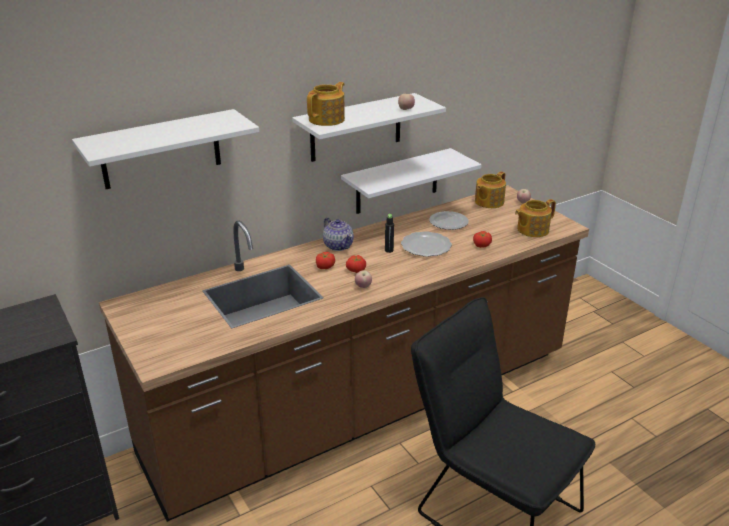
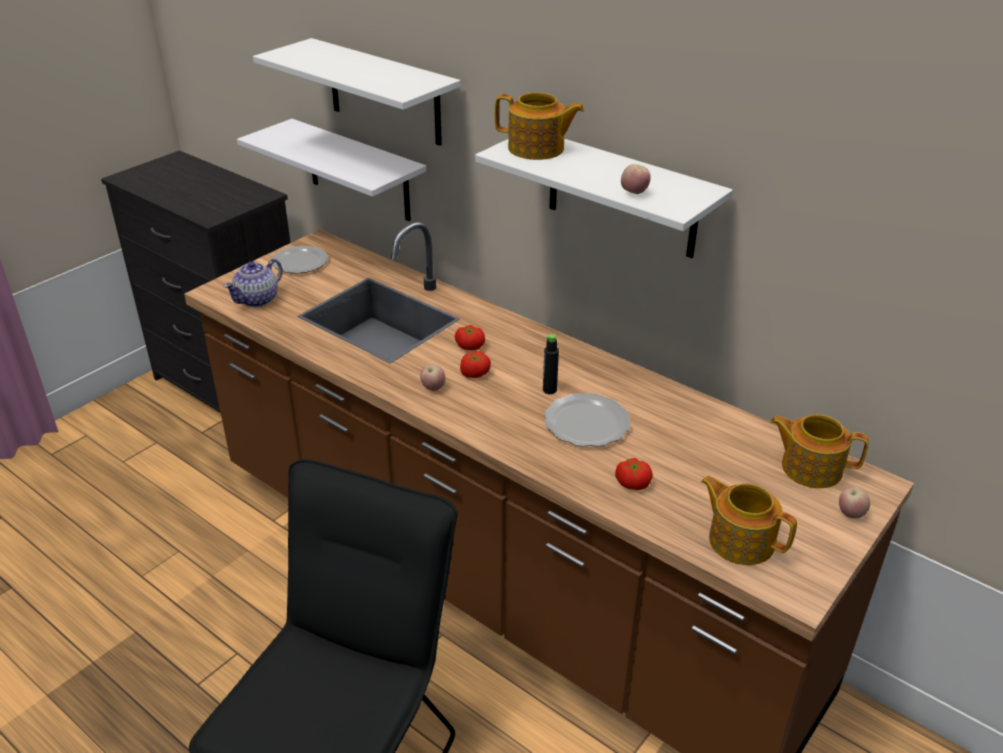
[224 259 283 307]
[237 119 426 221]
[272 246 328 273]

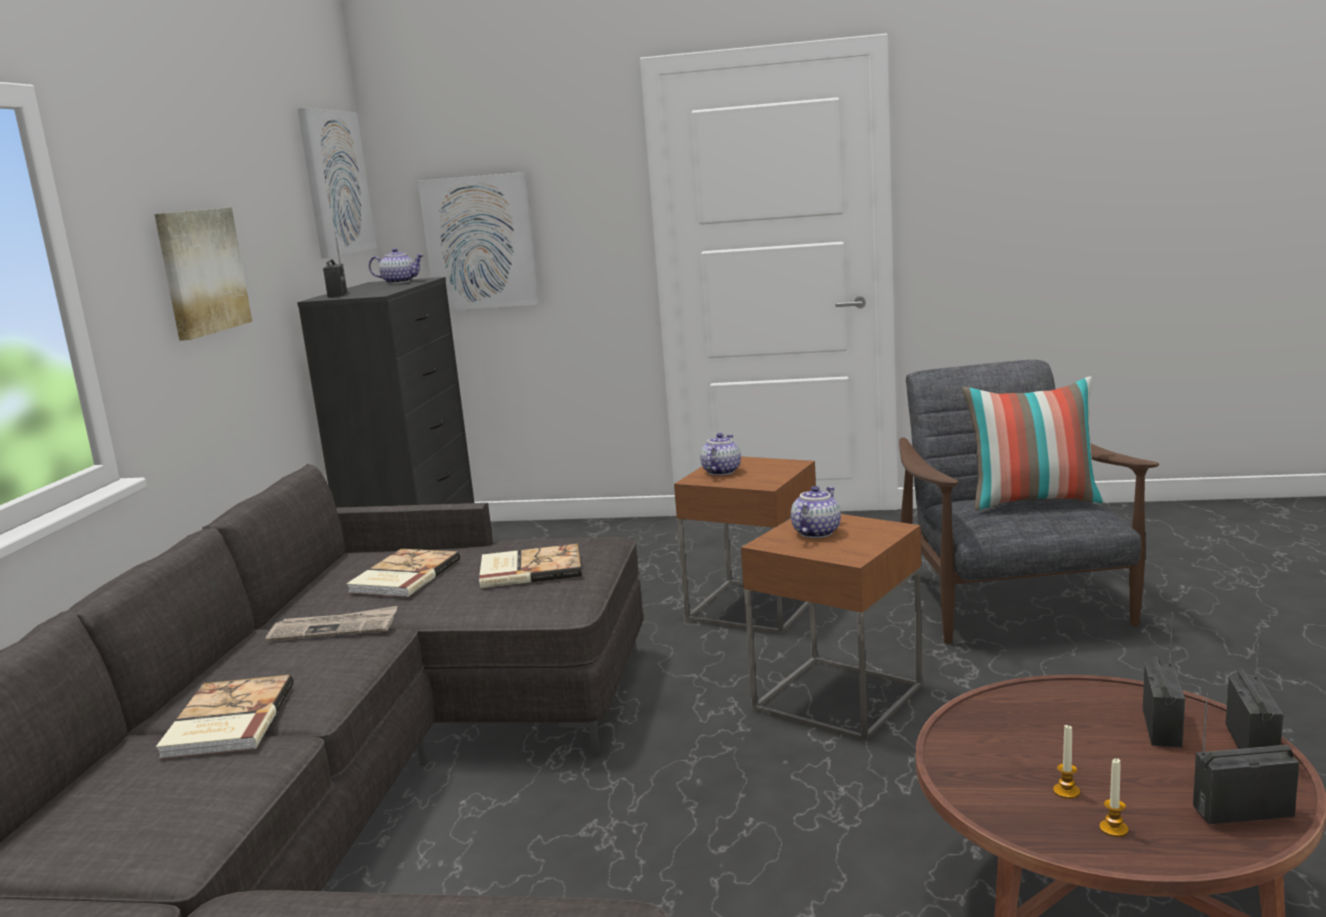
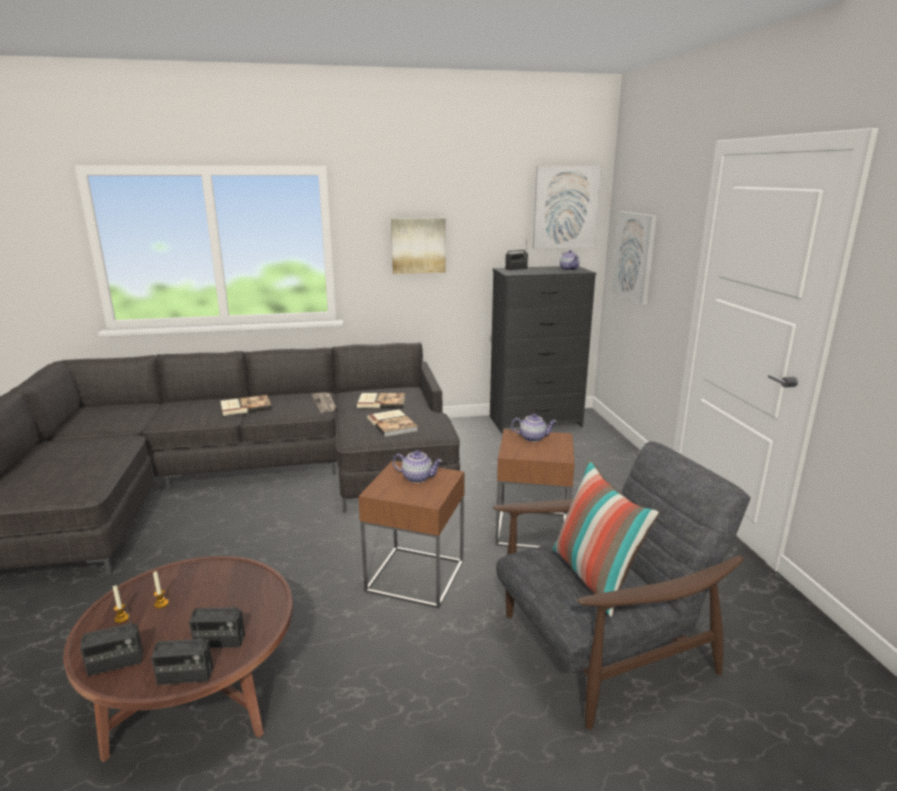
[80 603 143 676]

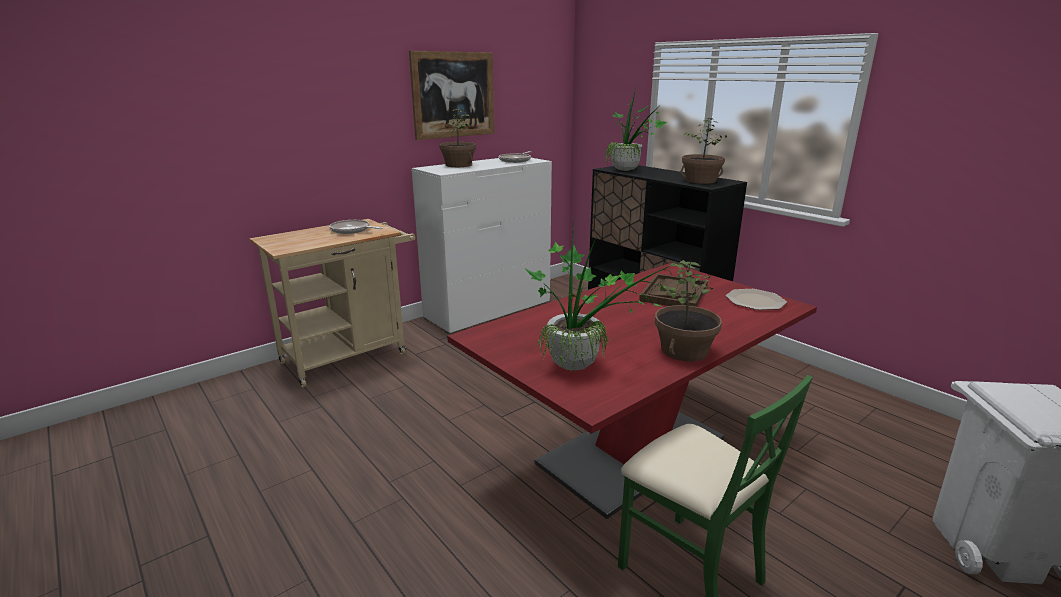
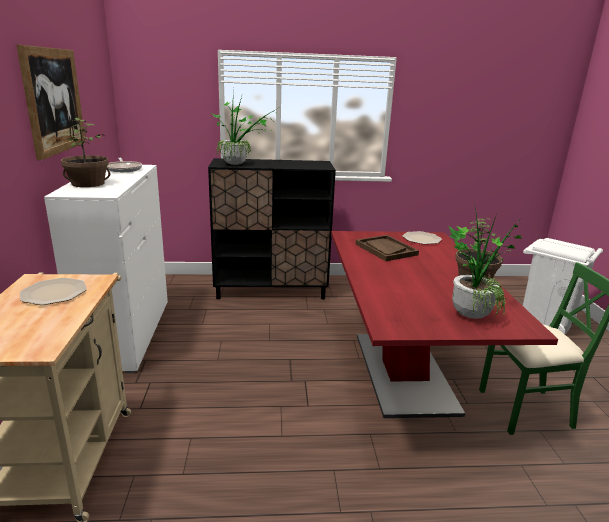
[680 118 727 184] (first image)
[20 278 87 305]

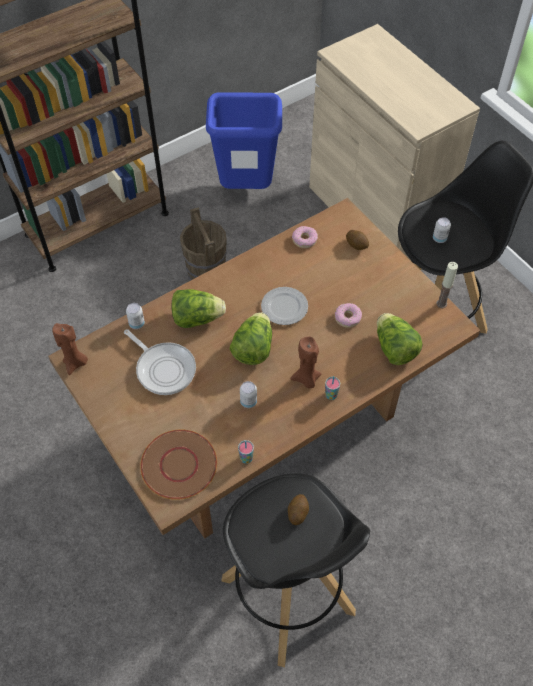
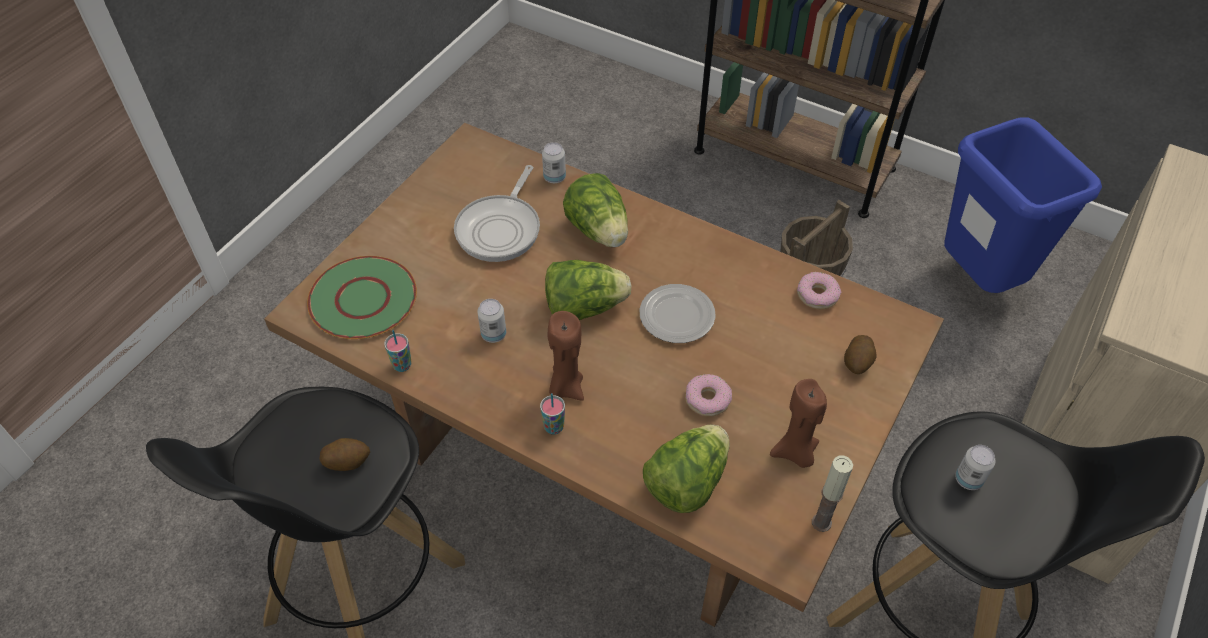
[770 379 827 468]
[307 256 417 339]

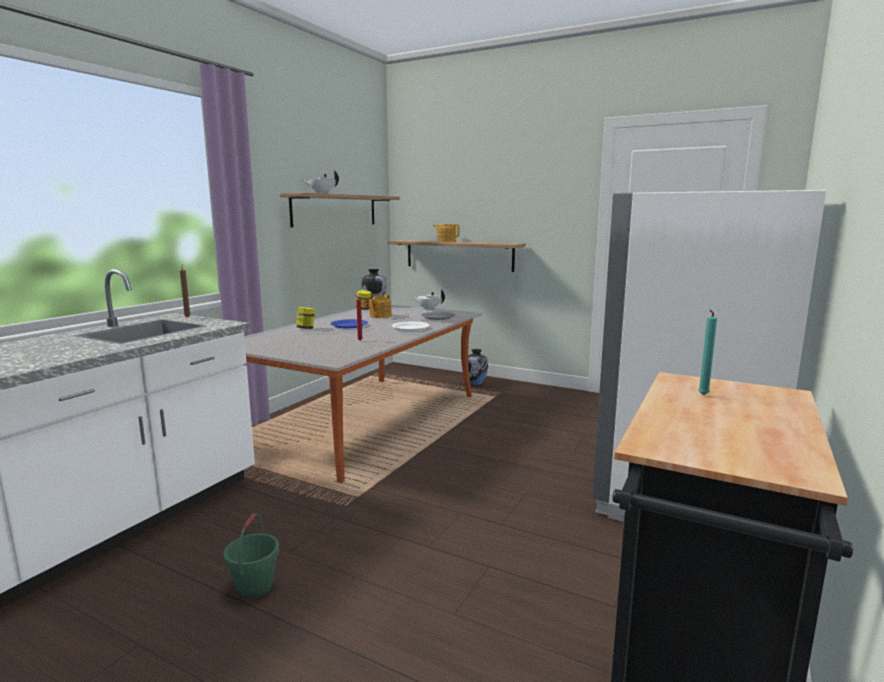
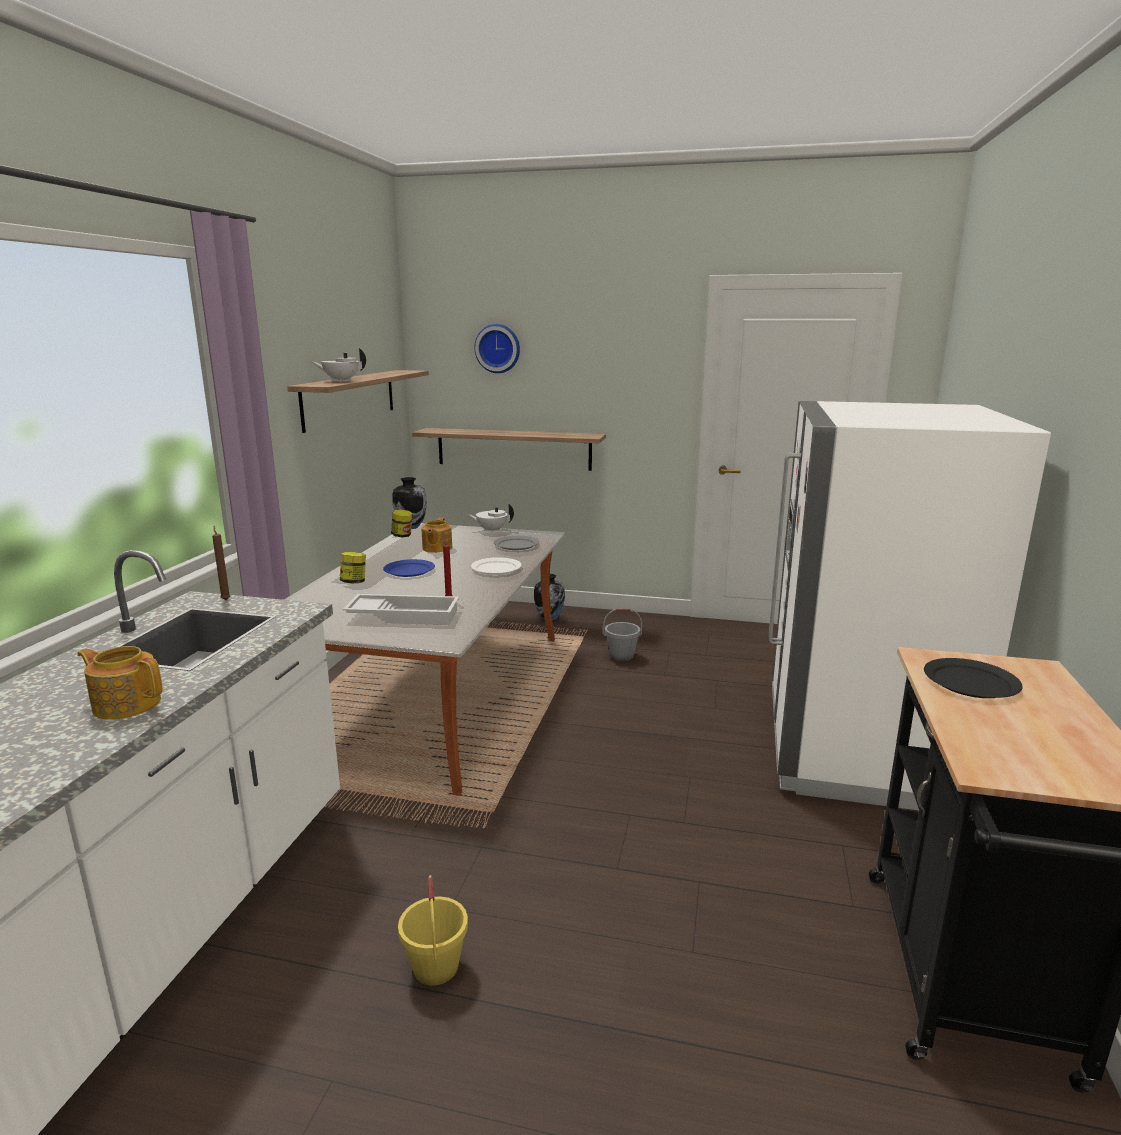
[343 594 459 625]
[475 324 520 373]
[603 609 642 661]
[77 646 163 720]
[924 658 1023 698]
[398 875 468 986]

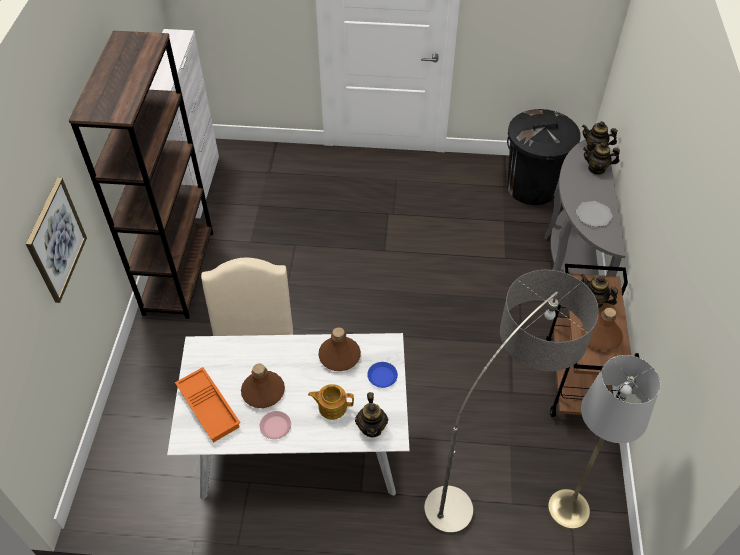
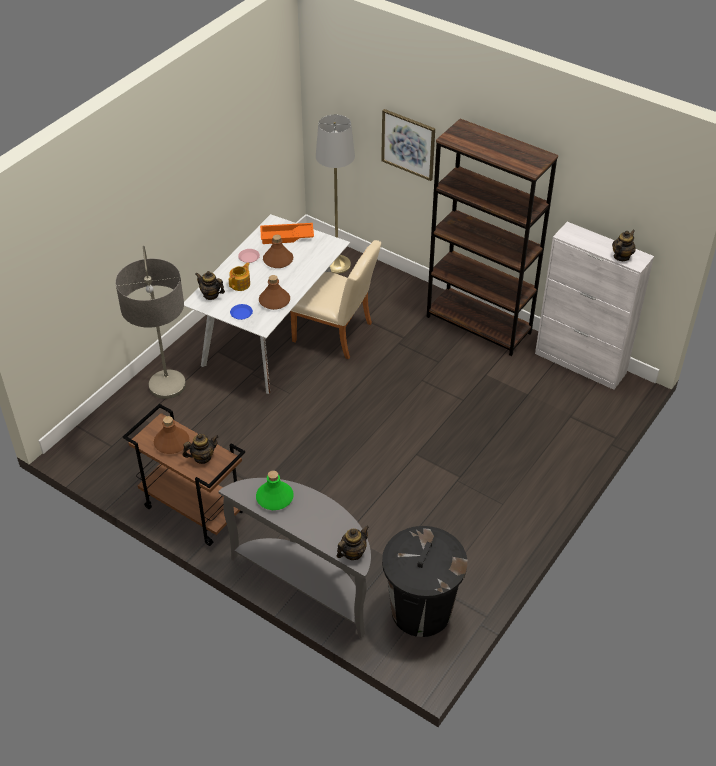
[316 114 355 274]
[612 230 636 261]
[256 470 294 510]

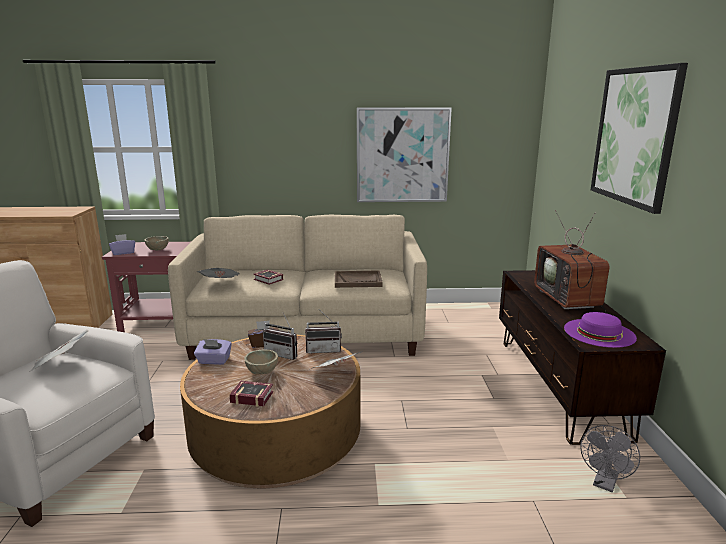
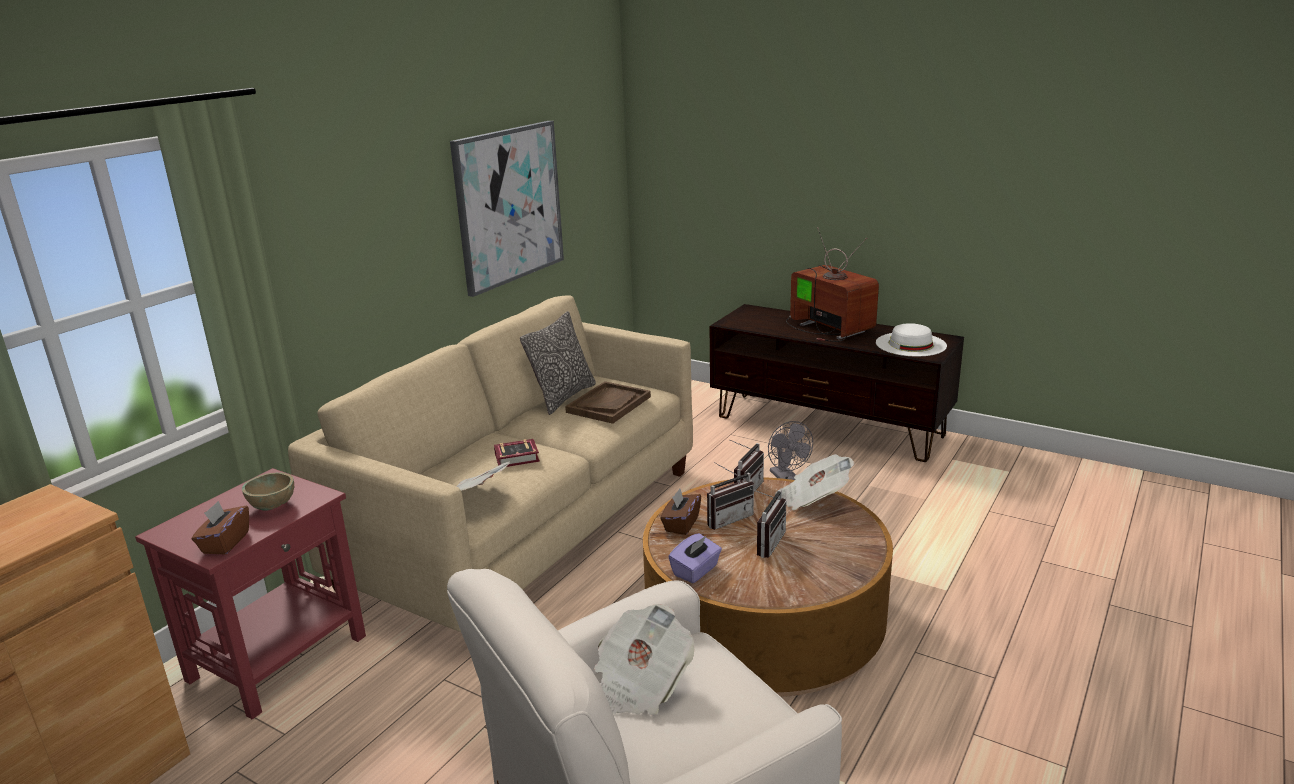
[229 381 273 406] (first image)
[591 63 688 214] (first image)
[520 311 596 415]
[768 421 813 480]
[750 488 786 558]
[192 501 249 555]
[876 323 947 356]
[786 227 879 342]

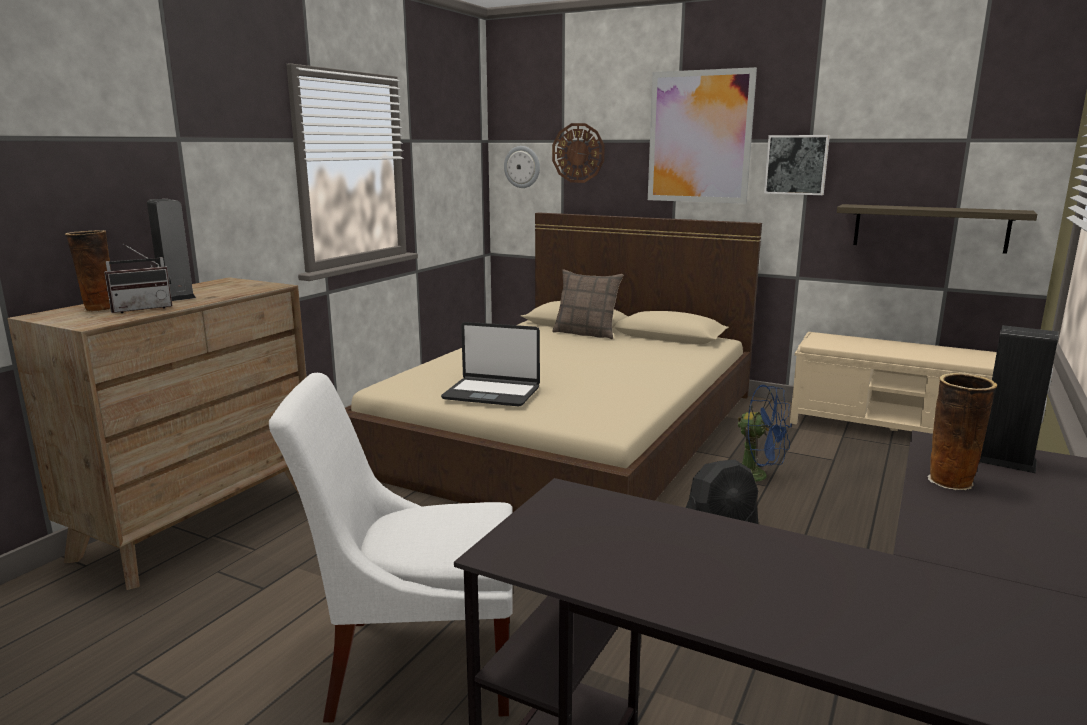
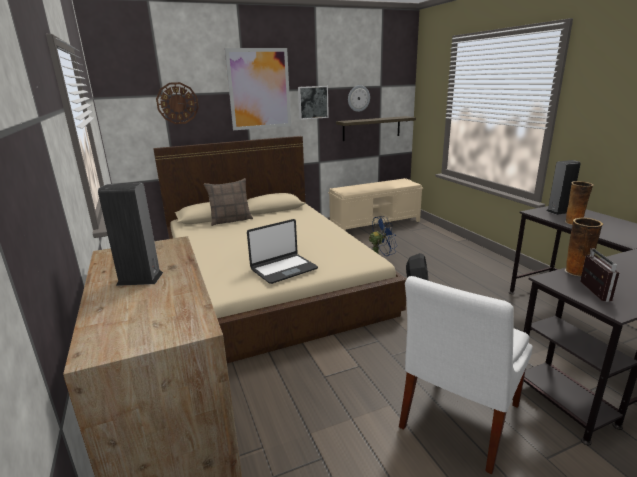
[565 218 603 276]
[580 248 620 302]
[348 85 370 112]

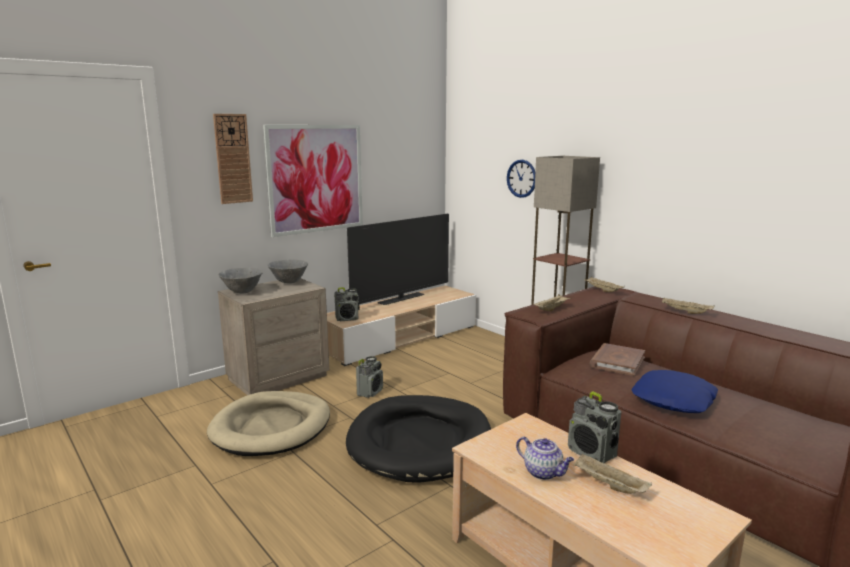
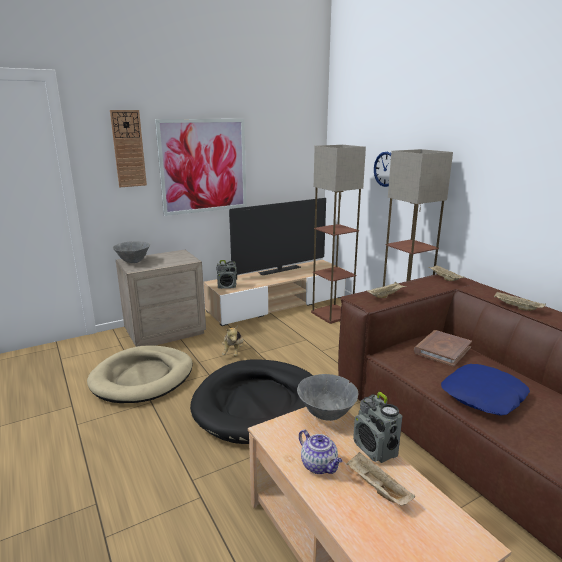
[311 145 366 324]
[297 374 358 421]
[222 325 244 357]

